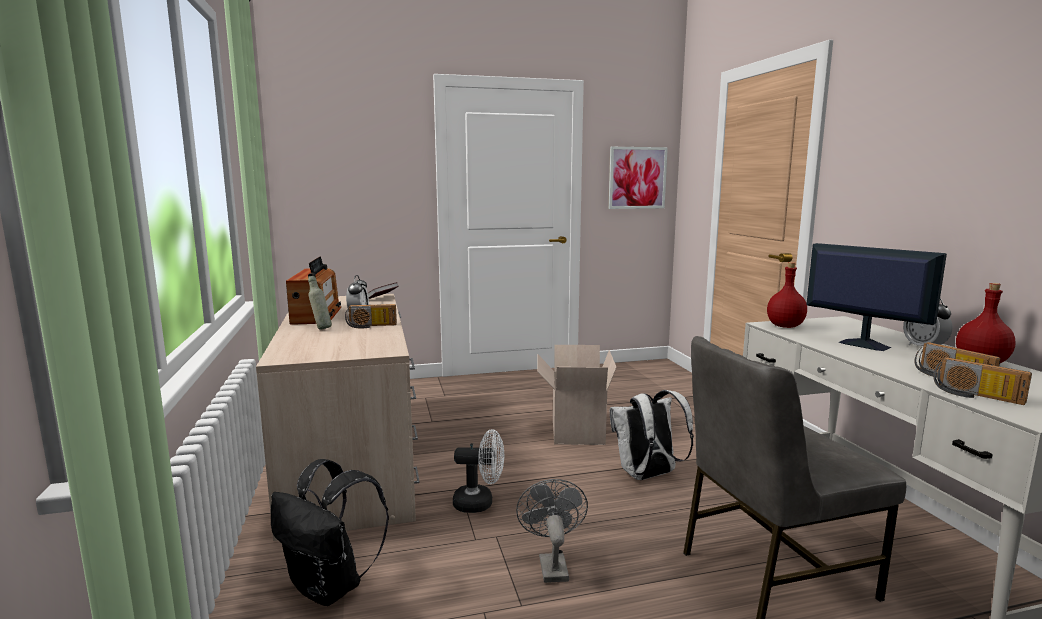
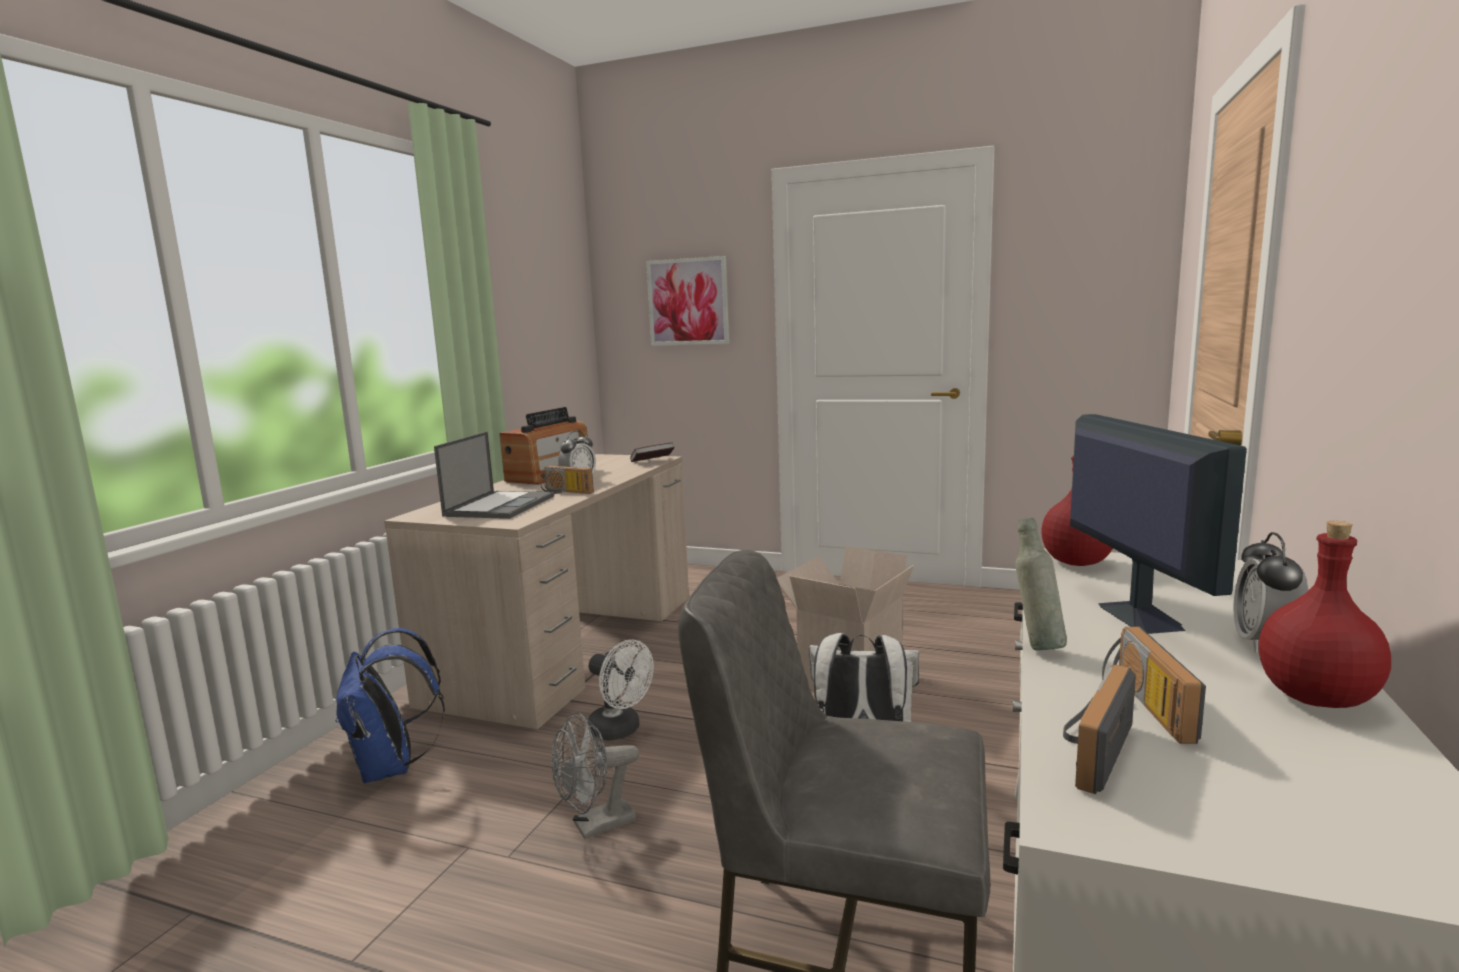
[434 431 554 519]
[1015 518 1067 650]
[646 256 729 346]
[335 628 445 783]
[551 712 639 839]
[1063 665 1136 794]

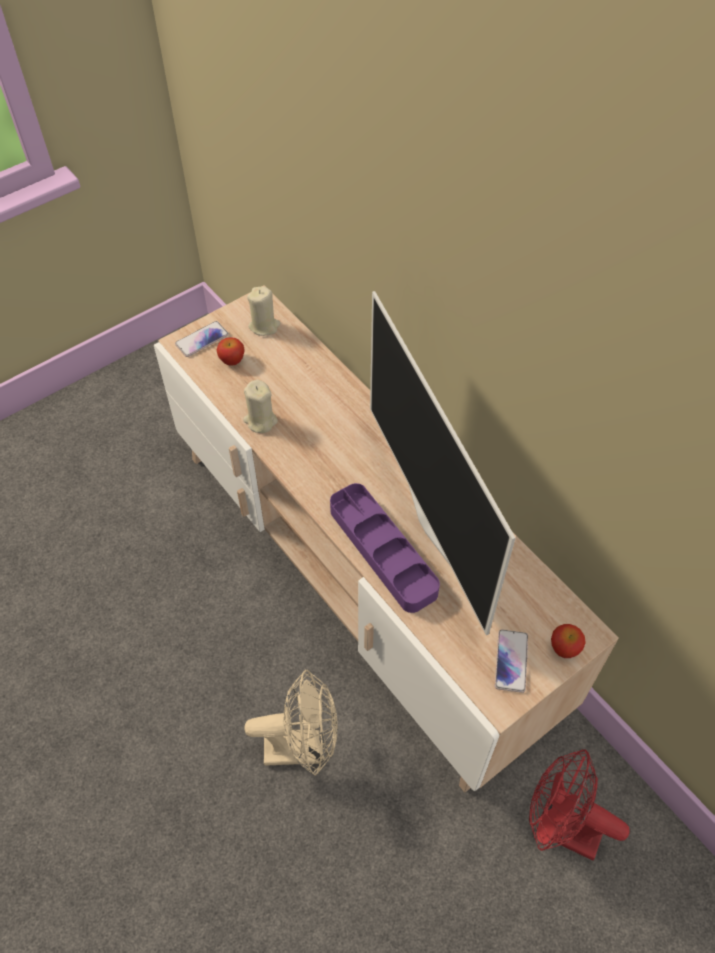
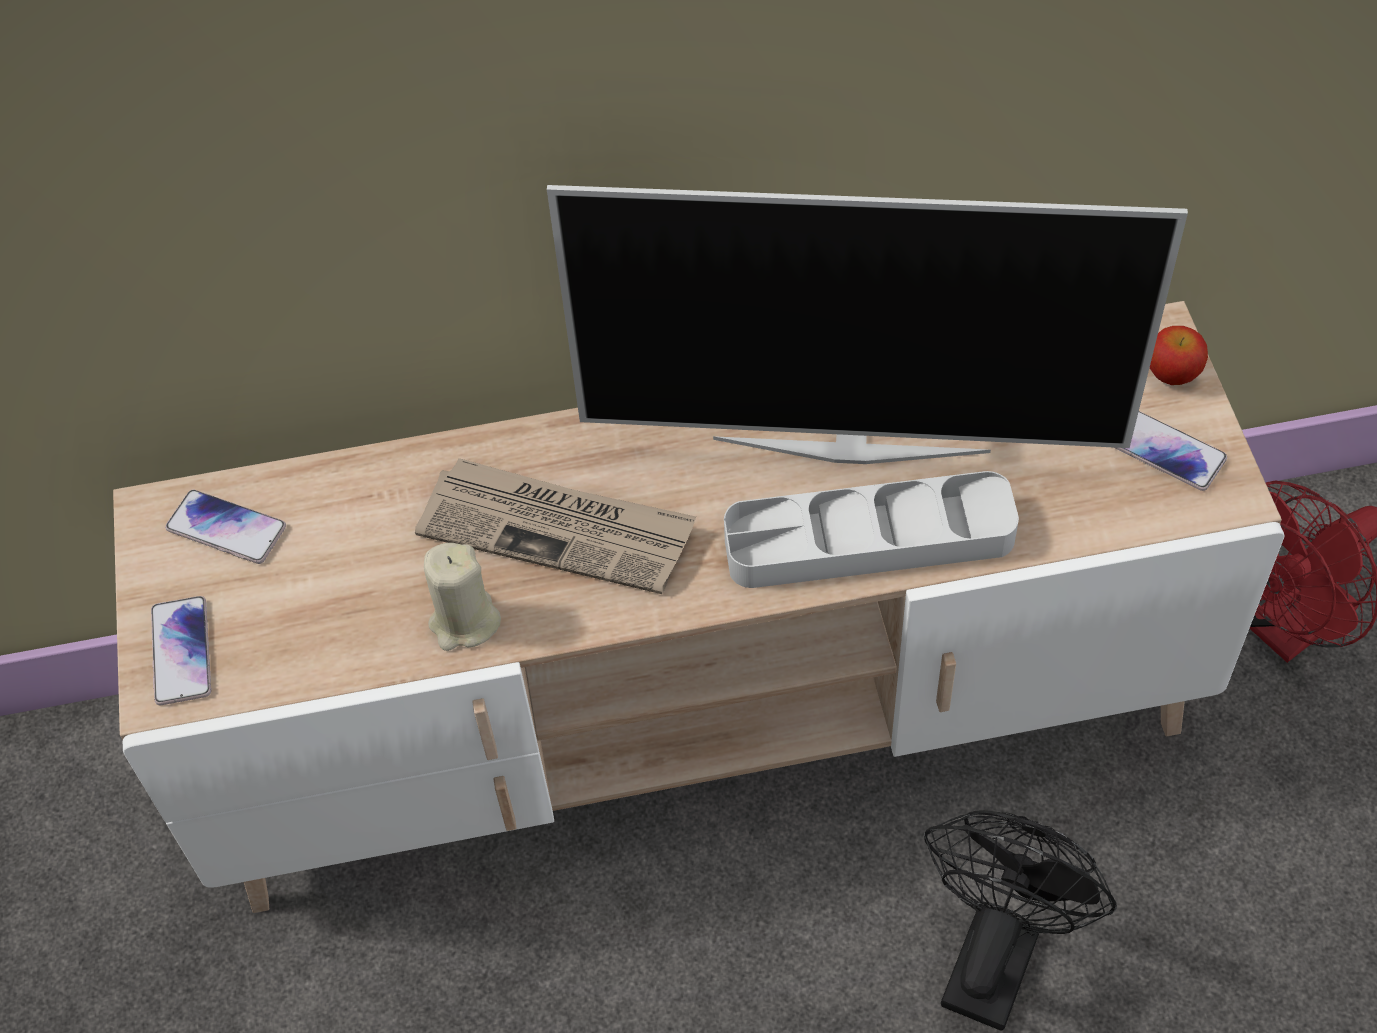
[217 337 245 366] (first image)
[415 458 696 594]
[165 490 286 564]
[923 810 1117 1031]
[724 471 1019 588]

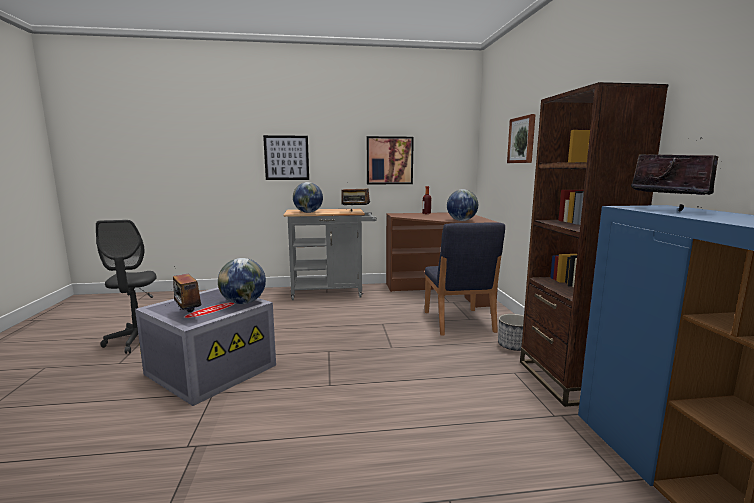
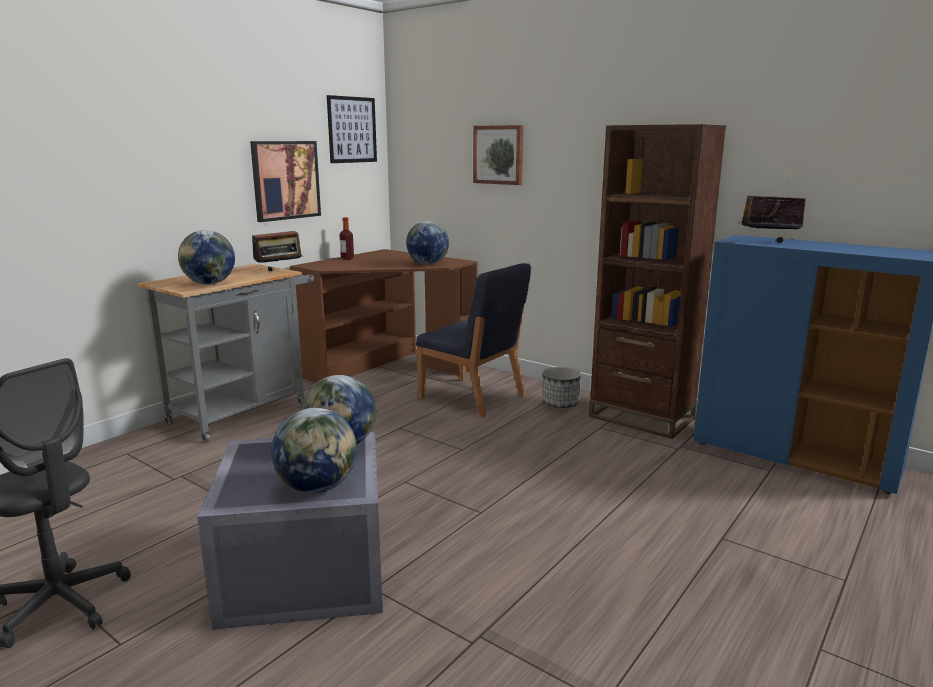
[327 95 377 163]
[271 408 357 493]

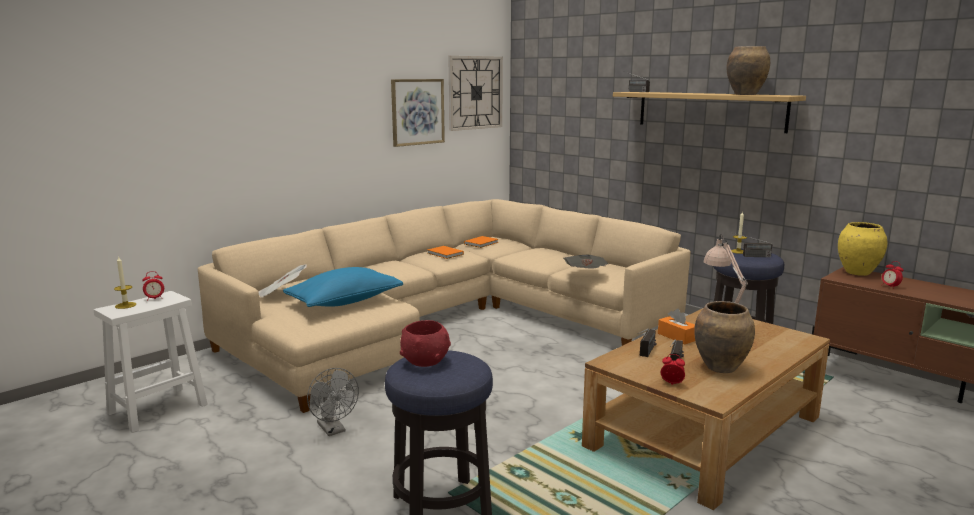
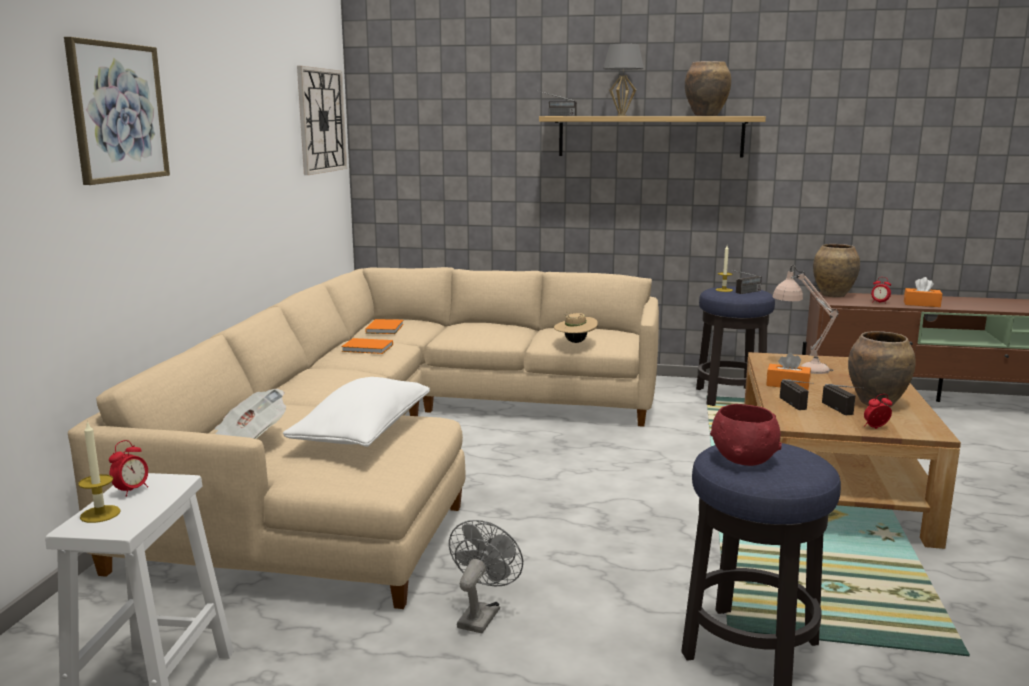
[603 44 644 116]
[904 277 942 307]
[64 37 170 185]
[554 312 598 343]
[283 377 430 447]
[813 244 860 297]
[449 520 523 633]

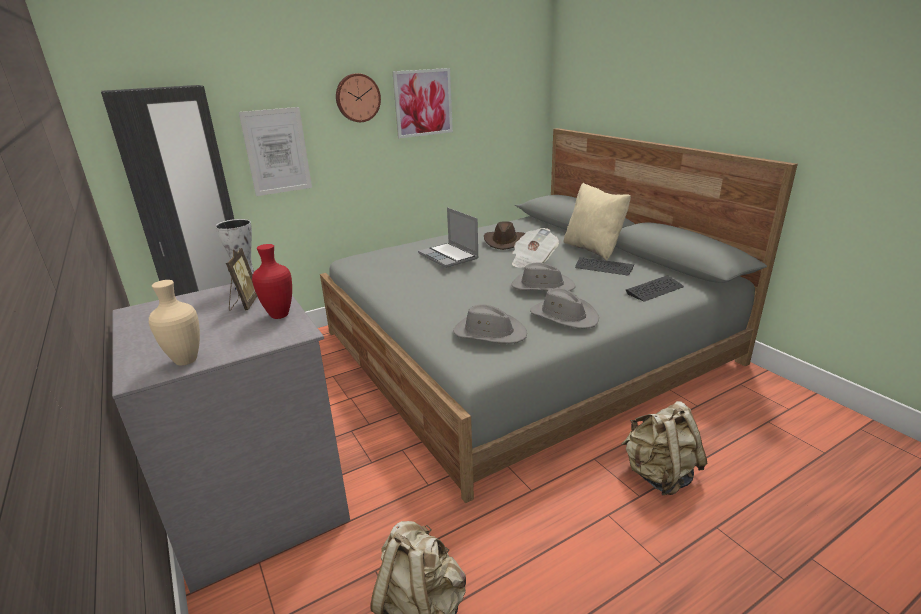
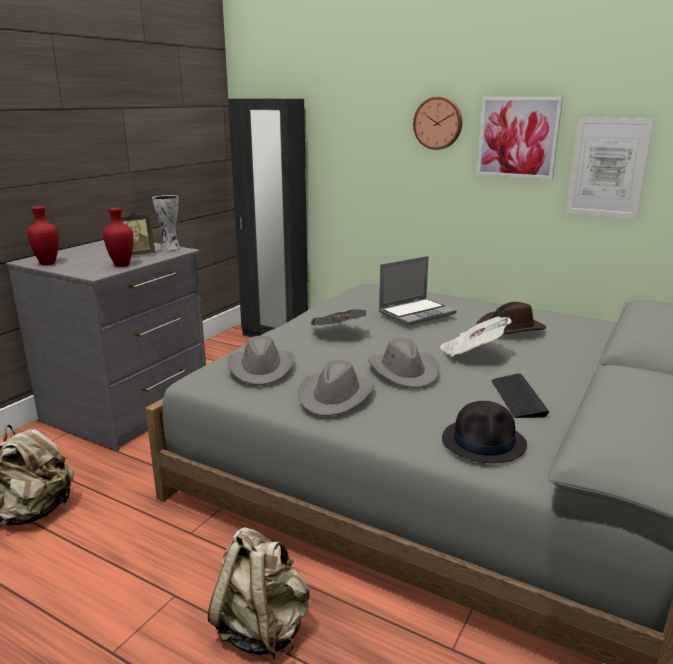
[563 183 631 261] (first image)
[311 309 367 325]
[566 117 654 219]
[442 401 527 463]
[27 206 59 265]
[379 256 457 326]

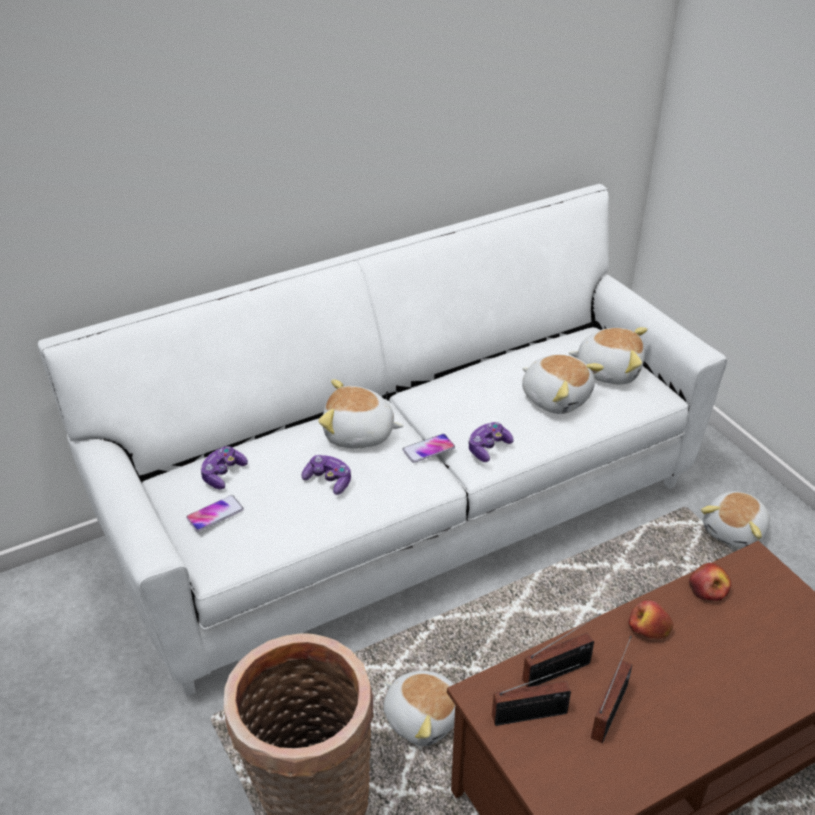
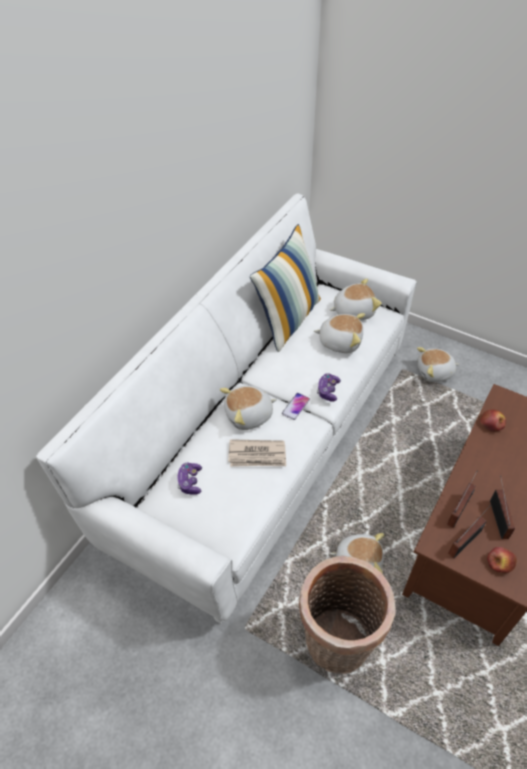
[186 495 244 532] (first image)
[250 224 321 352]
[487 547 517 573]
[228 439 286 467]
[417 347 459 382]

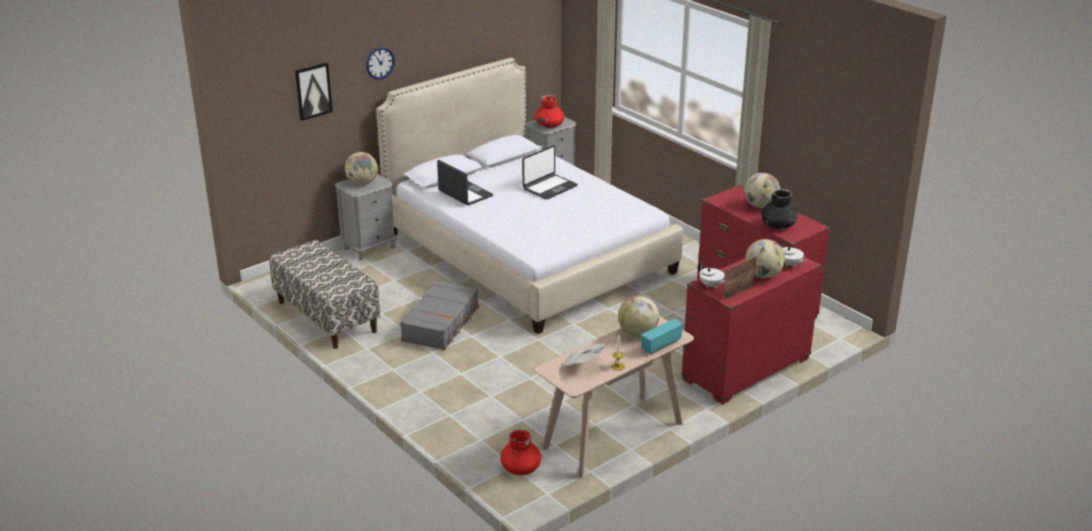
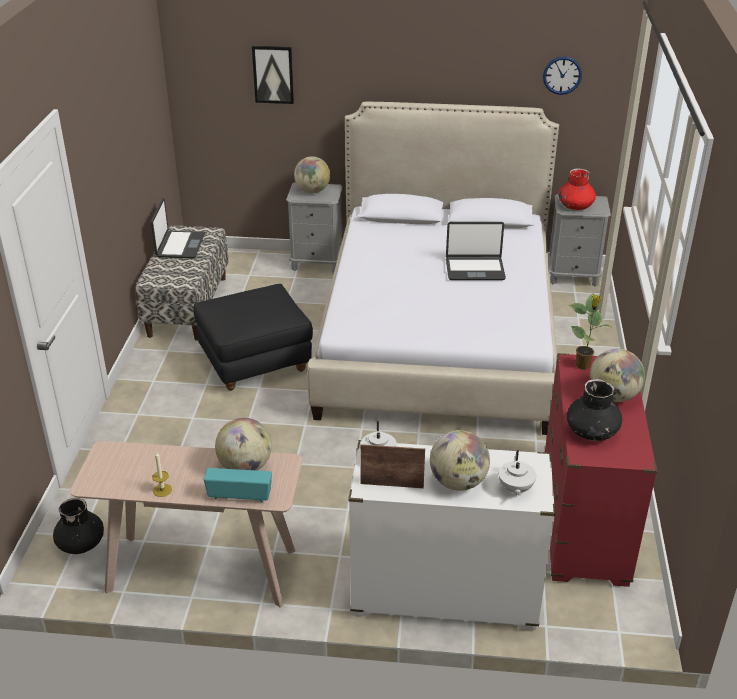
[562 343 605 366] (first image)
[569 293 611 370]
[543 56 582 95]
[151 198 205 258]
[194 284 313 391]
[53 498 104 554]
[348 440 556 630]

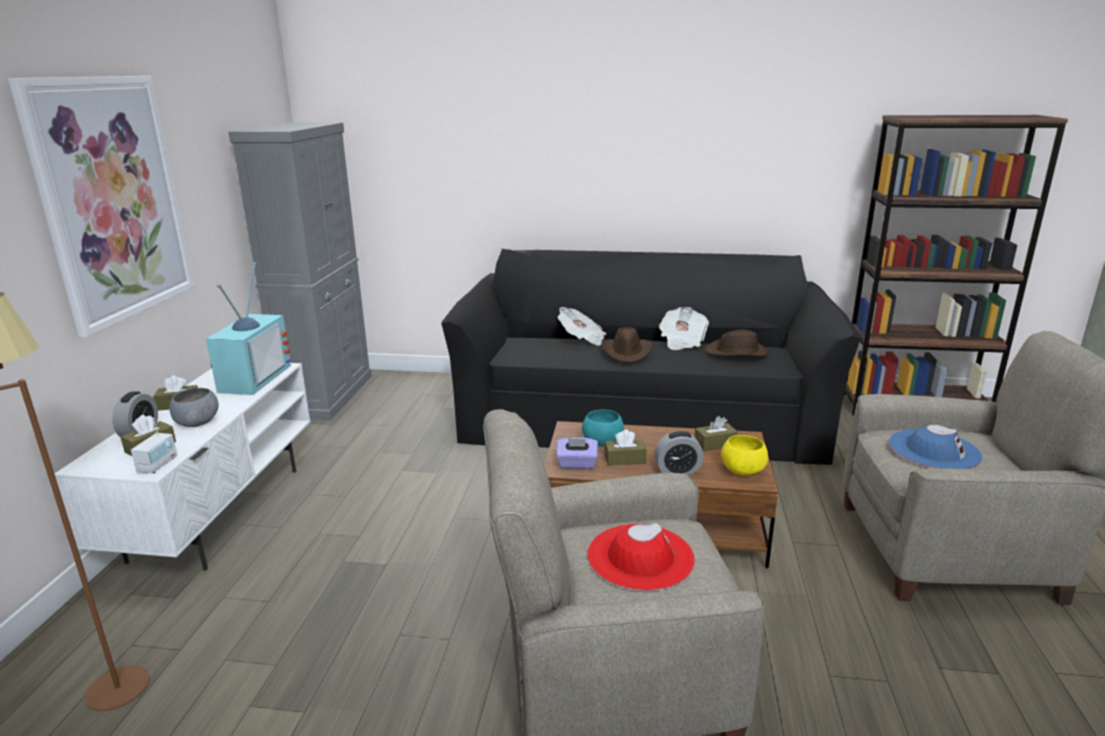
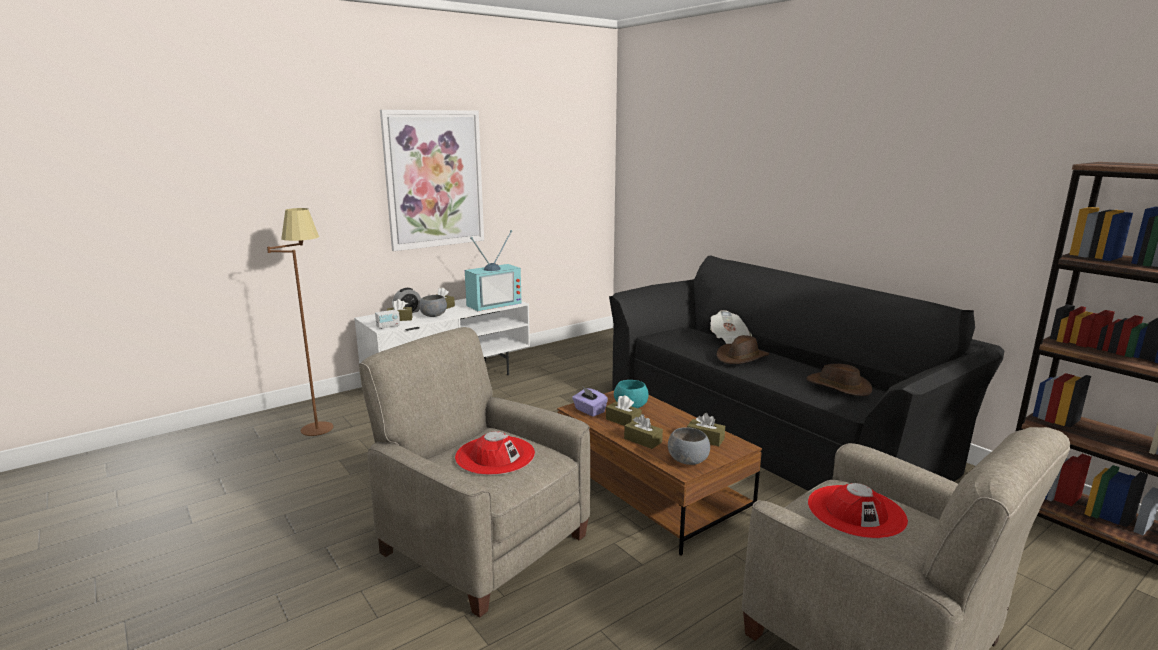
[228 122 372 420] (first image)
[659 307 709 350] (first image)
[624 414 663 449]
[668 427 710 465]
[808 483 908 539]

